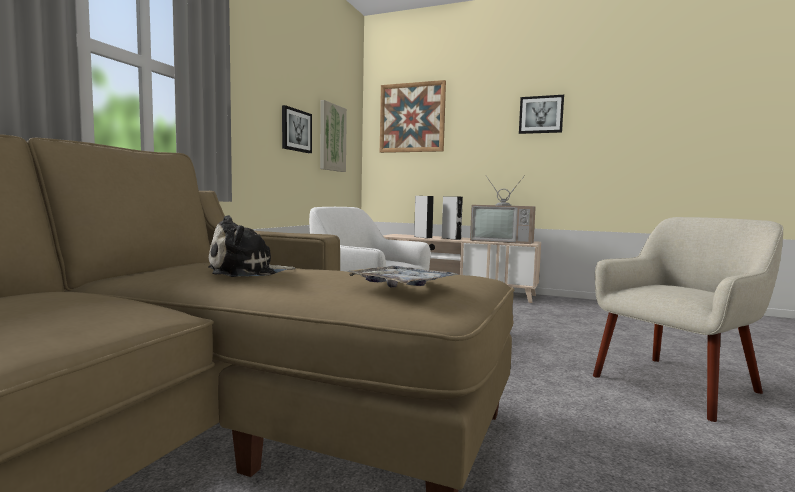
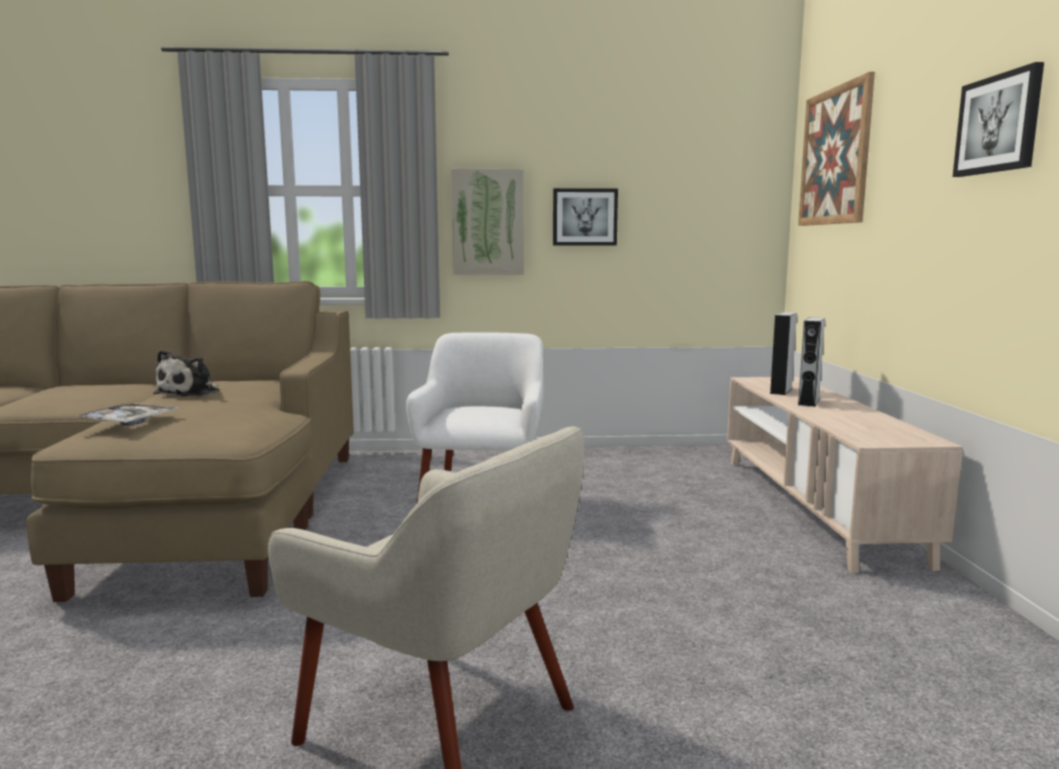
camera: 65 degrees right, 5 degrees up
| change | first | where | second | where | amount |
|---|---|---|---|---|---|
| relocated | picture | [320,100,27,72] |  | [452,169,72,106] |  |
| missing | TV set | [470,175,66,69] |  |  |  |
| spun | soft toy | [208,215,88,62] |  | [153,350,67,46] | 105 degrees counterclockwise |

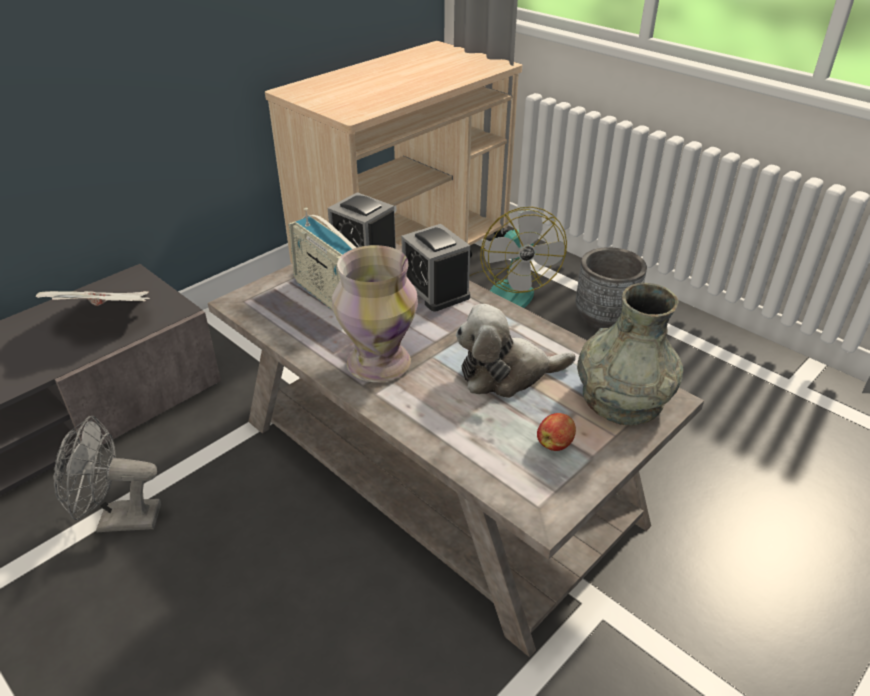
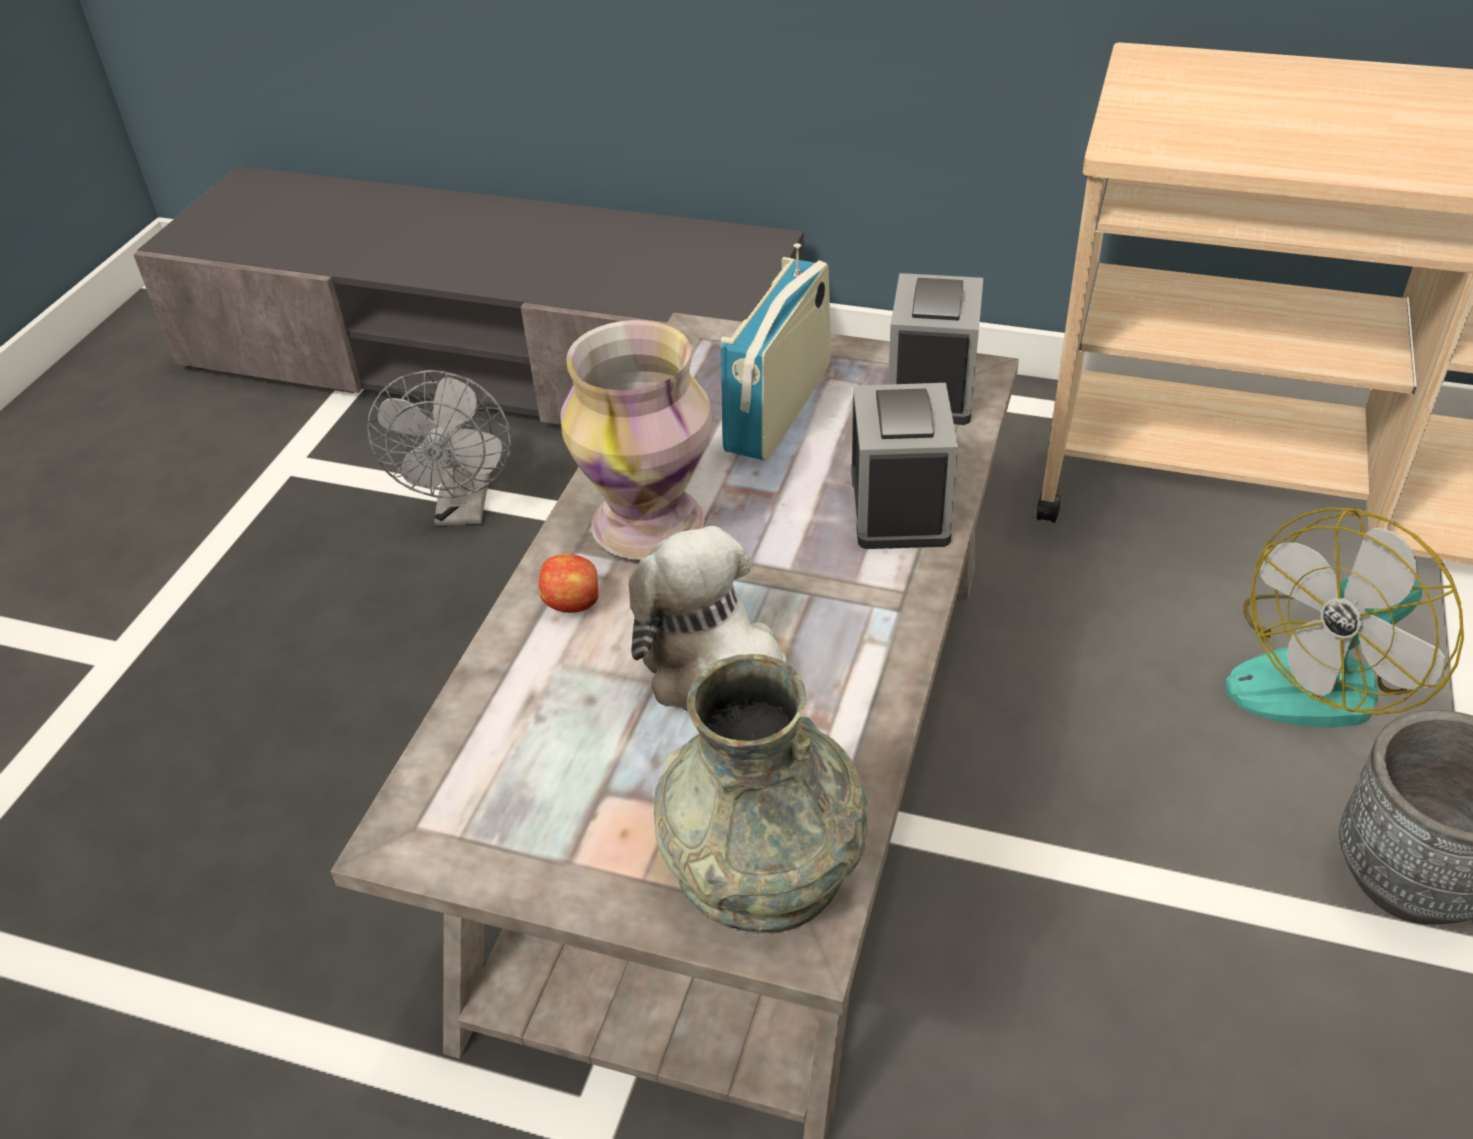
camera: 65 degrees right, 5 degrees up
| change | first | where | second | where | amount |
|---|---|---|---|---|---|
| spun | table clock | [401,224,69,87] |  | [851,383,107,166] | 150 degrees clockwise |
| missing | newspaper | [36,291,113,15] |  |  |  |
| relocated | apple | [537,413,39,38] |  | [539,554,60,59] |  |
| spun | grey cooling fan | [53,416,108,116] |  | [367,370,145,156] | 150 degrees counterclockwise |

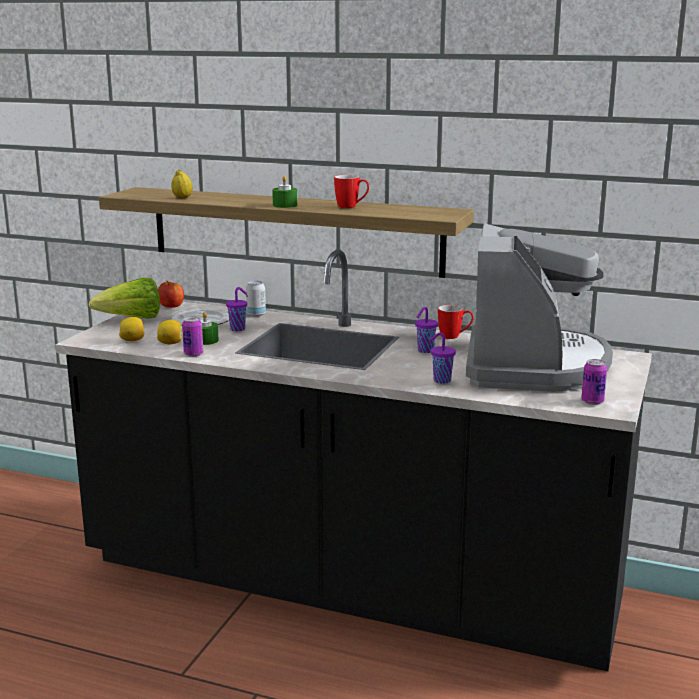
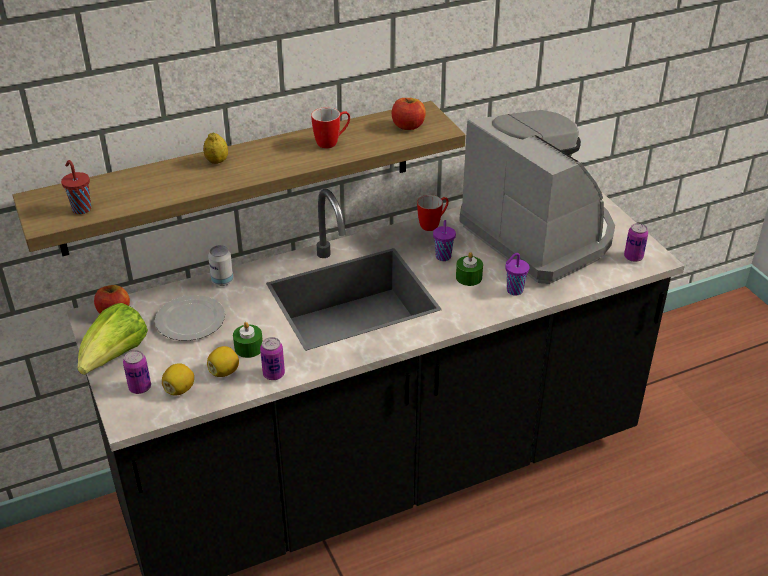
camera: 45 degrees left, 20 degrees up
| change | first | where | second | where | amount |
|---|---|---|---|---|---|
| relocated | citrus fruit | [171,170,22,29] |  | [203,133,25,31] |  |
| relocated | green-coloured wax candle | [272,176,25,32] |  | [456,252,27,34] |  |
| missing | purple cup | [226,287,21,45] |  |  |  |
| appeared |  |  | apple | [392,98,34,32] |  |
| appeared |  |  | red cup | [61,160,30,54] |  |
| appeared |  |  | sealed can | [123,350,28,44] |  |

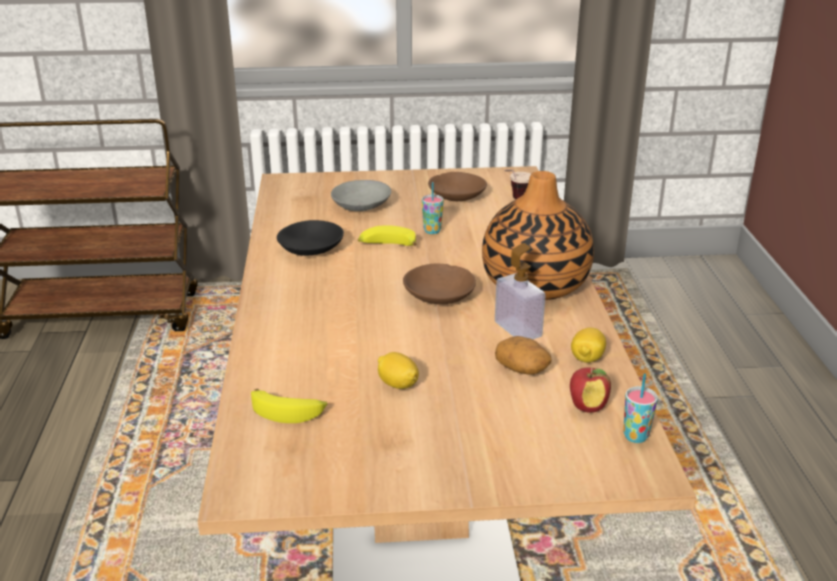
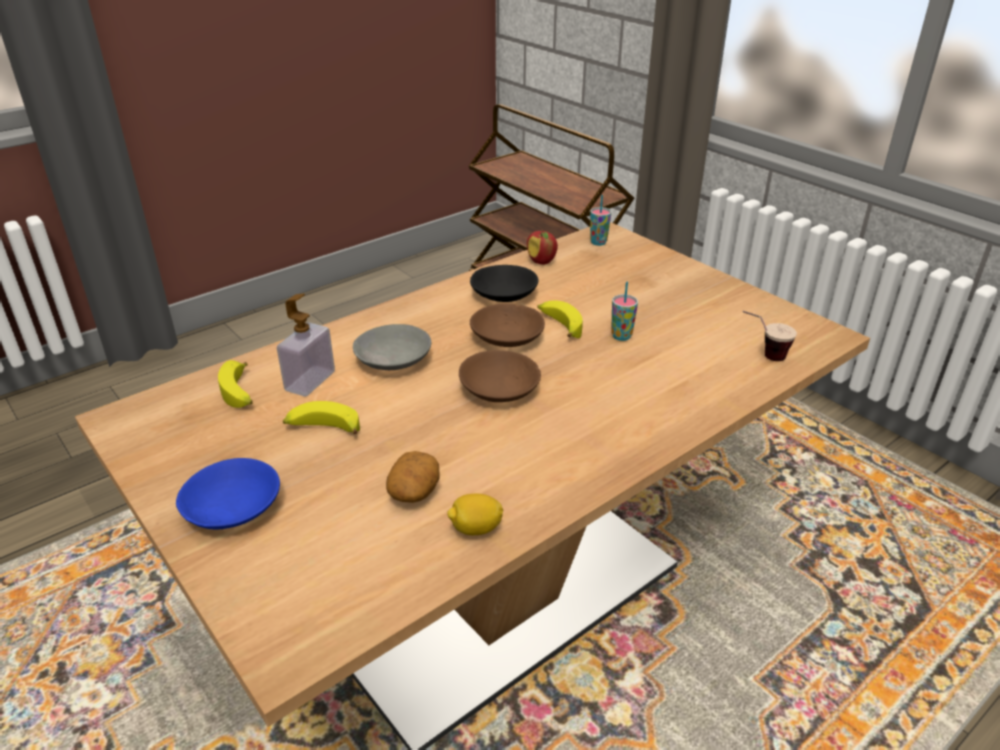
camera: 55 degrees right, 5 degrees up
| change | first | where | second | where | amount |
|---|---|---|---|---|---|
| missing | vase | [482,171,112,129] |  |  |  |
| relocated | brown deep dish | [428,172,59,29] |  | [470,303,75,44] |  |
| relocated | grey deep dish | [331,180,60,31] |  | [353,324,78,46] |  |
| relocated | soap bottle | [495,243,51,96] |  | [277,294,58,102] |  |
| exchanged | citrus fruit | [378,352,41,37] | banana | [283,401,77,33] |  |
| relocated | apple | [570,368,41,45] |  | [527,229,31,36] |  |
| relocated | cup | [623,374,35,69] |  | [590,195,21,51] |  |
| appeared |  |  | bluish deep dish | [176,458,104,71] |  |

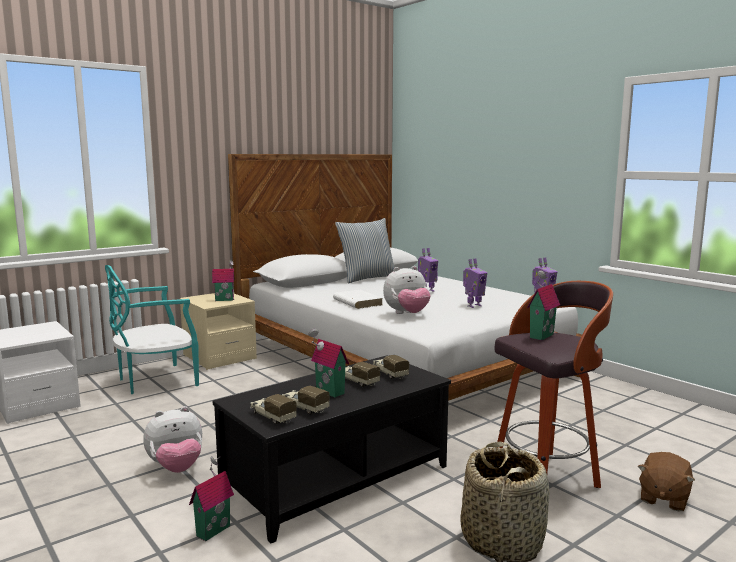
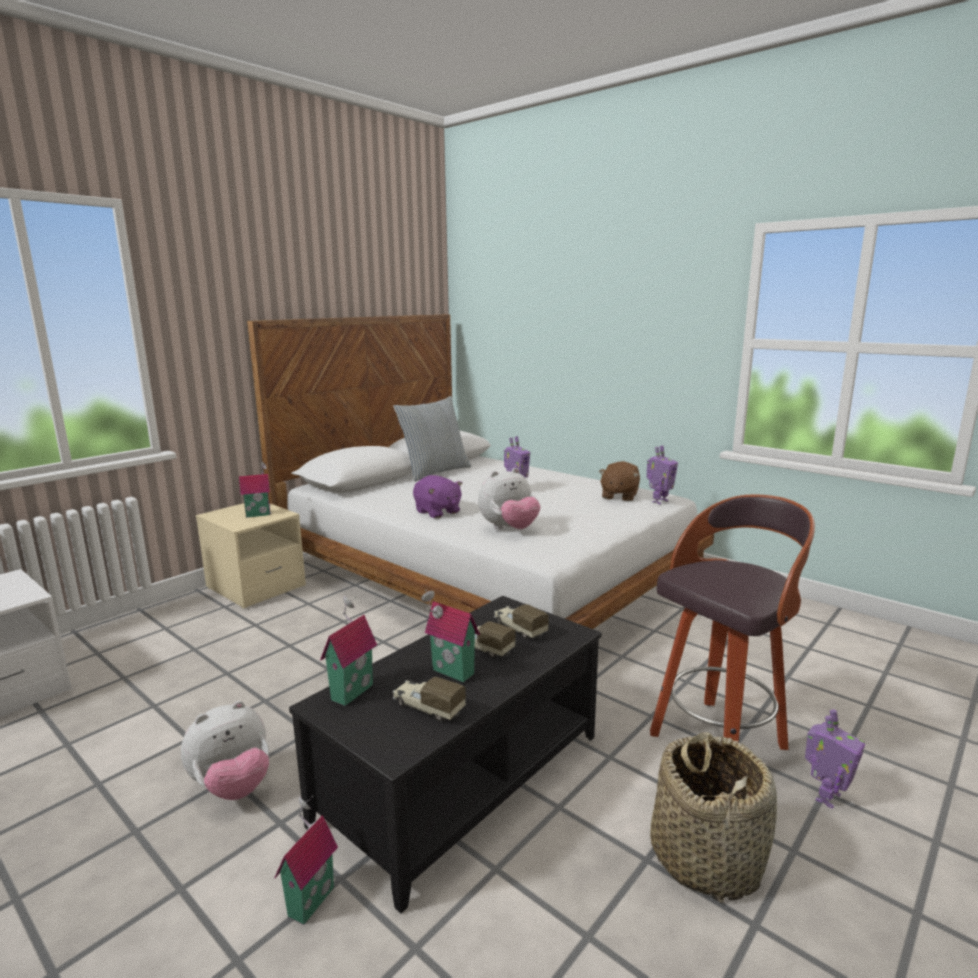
camera: 10 degrees left, 5 degrees up
| change | first | where | second | where | amount |
|---|---|---|---|---|---|
| relocated | model robot | [463,258,24,50] |  | [805,710,60,99] |  |
| missing | turquoise upright chair | [105,265,94,129] |  |  |  |
| relocated | miniature house | [527,270,33,71] |  | [320,596,57,110] |  |
| exchanged | white-coloured volume | [333,290,49,19] | purple soft toy | [413,475,49,43] |  |
| missing | model truck | [250,394,47,30] |  |  |  |
| relocated | brown soft toy | [638,452,57,60] |  | [599,461,41,40] |  |

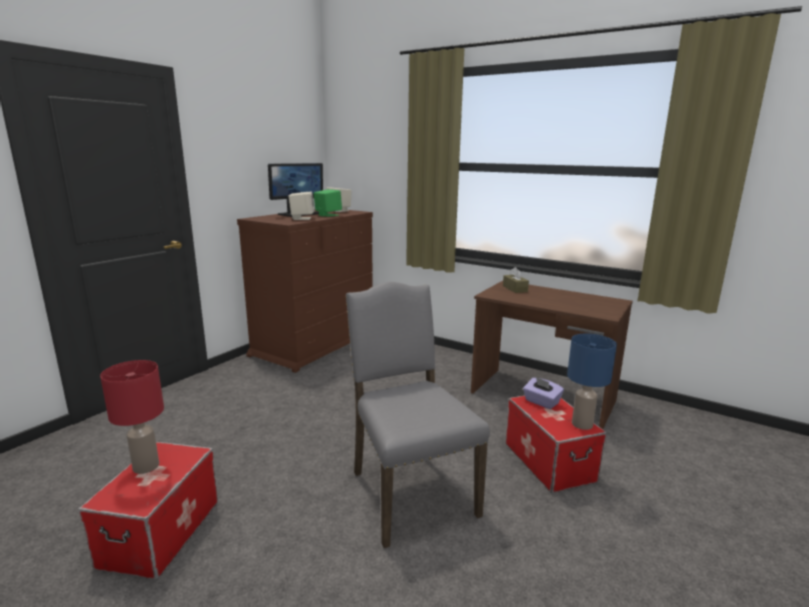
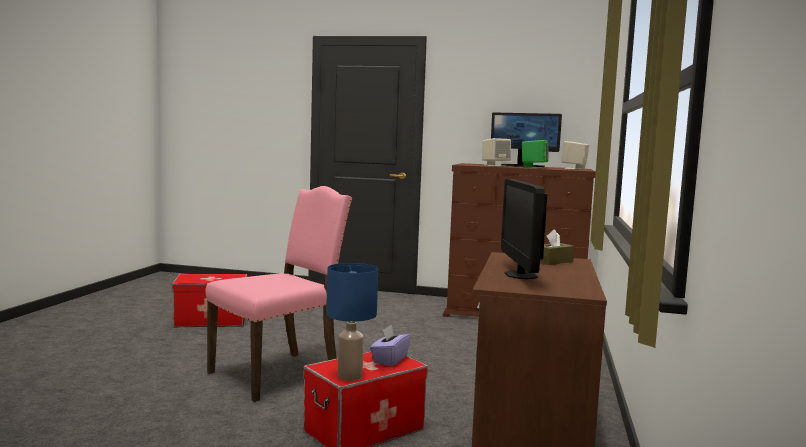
camera: 70 degrees right, 10 degrees down
| change | first | where | second | where | amount |
|---|---|---|---|---|---|
| colour | grey upright chair | [346,282,144,266] | pinkish upright chair | [205,186,147,216] |  |
| missing | red tabletop lamp | [100,360,64,114] |  |  |  |
| appeared |  |  | computer display | [501,179,46,100] |  |

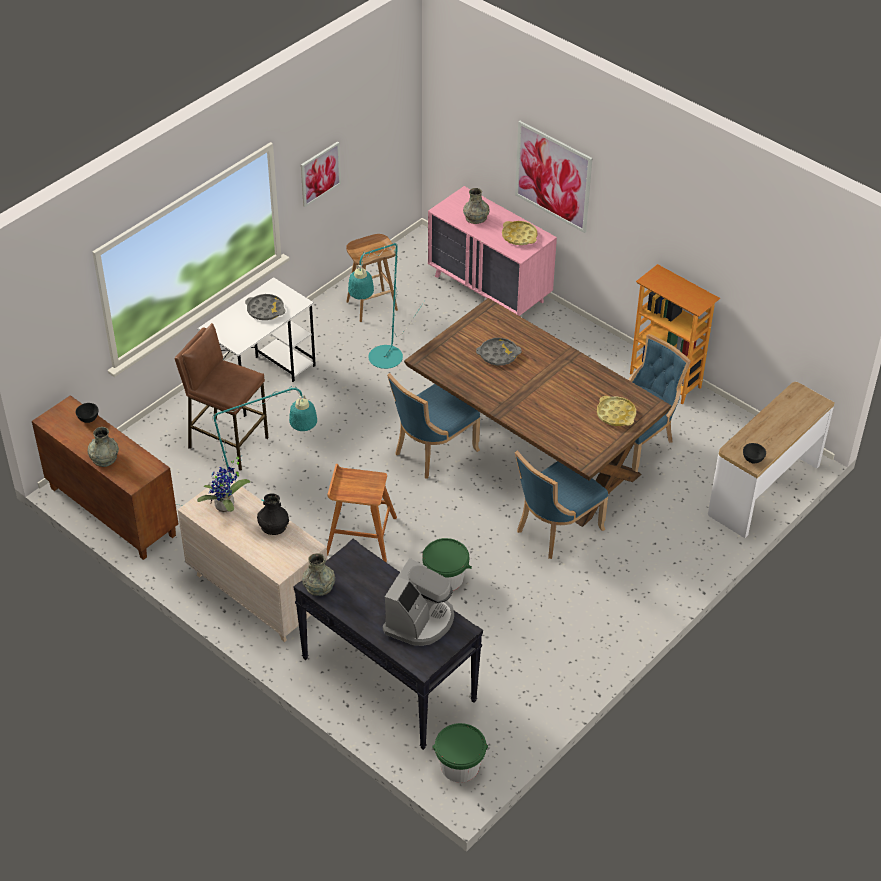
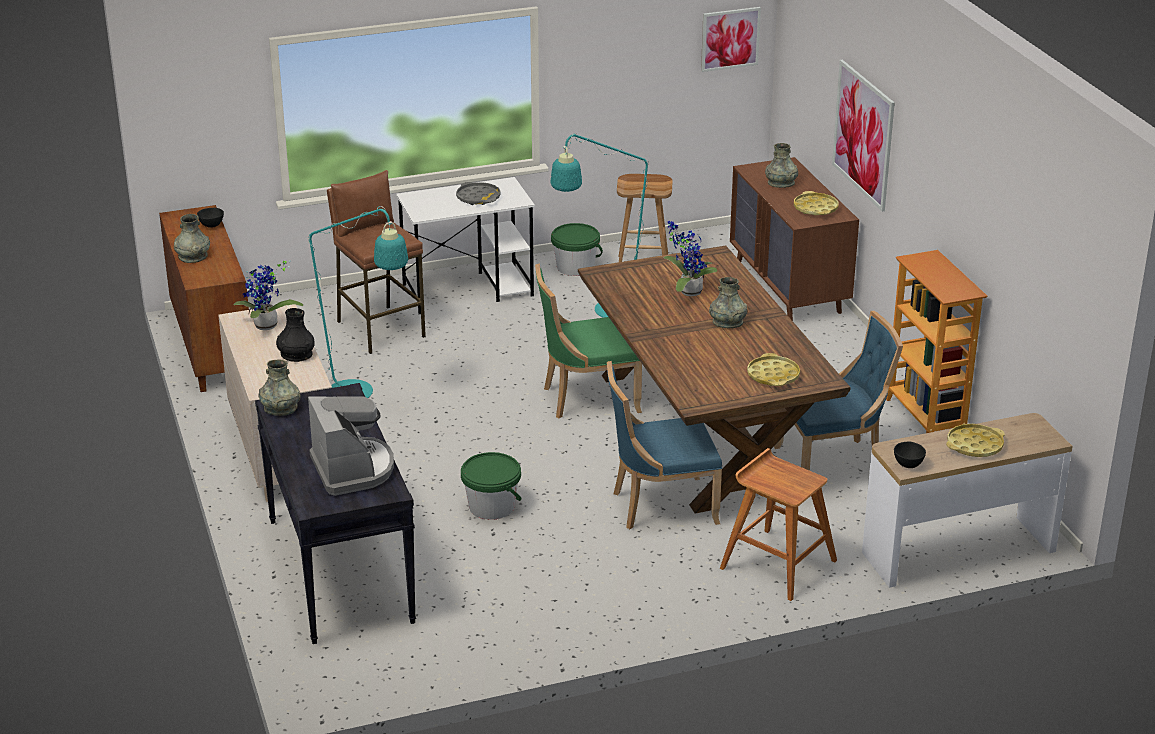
camera: 30 degrees right, 15 degrees down
| change | first | where | second | where | amount |
|---|---|---|---|---|---|
| relocated | picture | [301,141,40,66] |  | [701,7,60,65] |  |
| colour | pinkish drawer chest | [428,186,129,130] | brown drawer chest | [730,157,129,164] |  |
| exchanged | grey serving tray | [476,338,46,27] | potted plant | [663,220,54,76] |  |
| colour | bluish upright chair | [387,373,93,106] | green-coloured upright chair | [535,264,107,154] |  |
| relocated | brown stool | [327,464,70,98] |  | [720,448,117,153] |  |
| spun | coffee brewer | [383,558,71,88] |  | [308,396,86,100] | 75 degrees counterclockwise |
| relocated | green-coloured water bucket | [433,723,55,60] |  | [551,223,52,53] |  |
| appeared |  |  | grey vase | [709,277,38,51] |  |
| appeared |  |  | yellow serving tray | [946,424,59,33] |  |

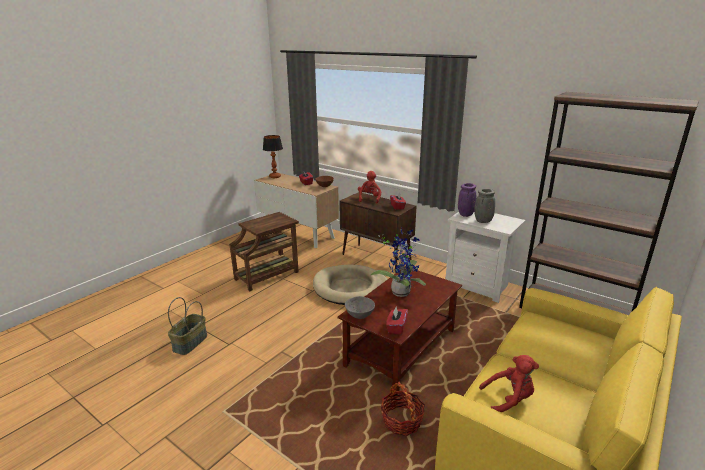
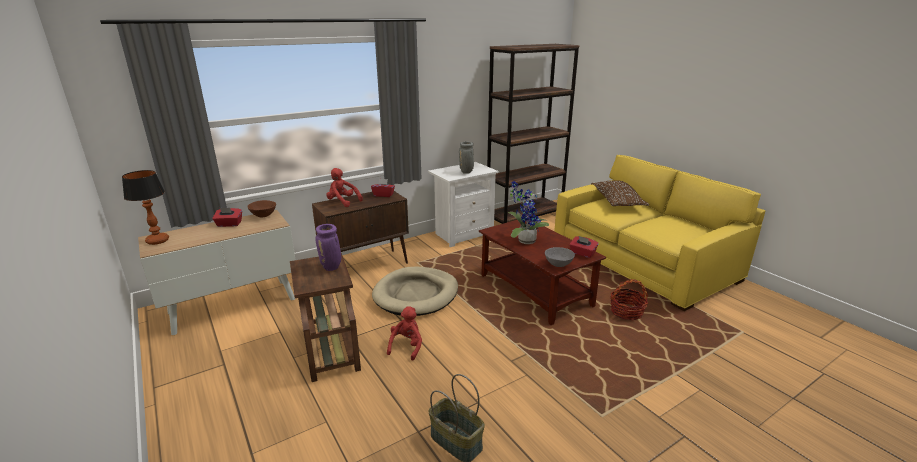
camera: 70 degrees left, 0 degrees up
| change | first | where | second | where | amount |
|---|---|---|---|---|---|
| relocated | purple vase | [458,183,18,34] |  | [315,224,26,47] |  |
| relocated | red soft toy | [479,355,60,57] |  | [387,306,35,55] |  |
| appeared |  |  | brown cushion | [591,180,58,26] |  |

